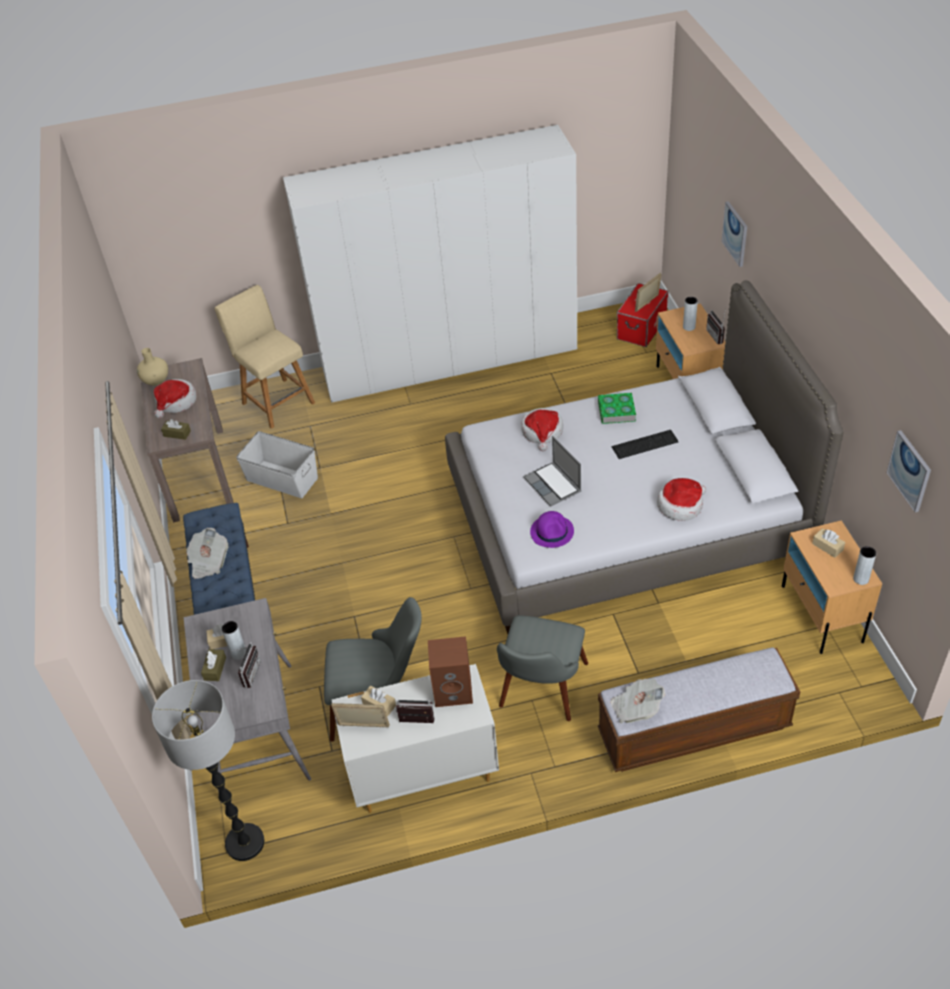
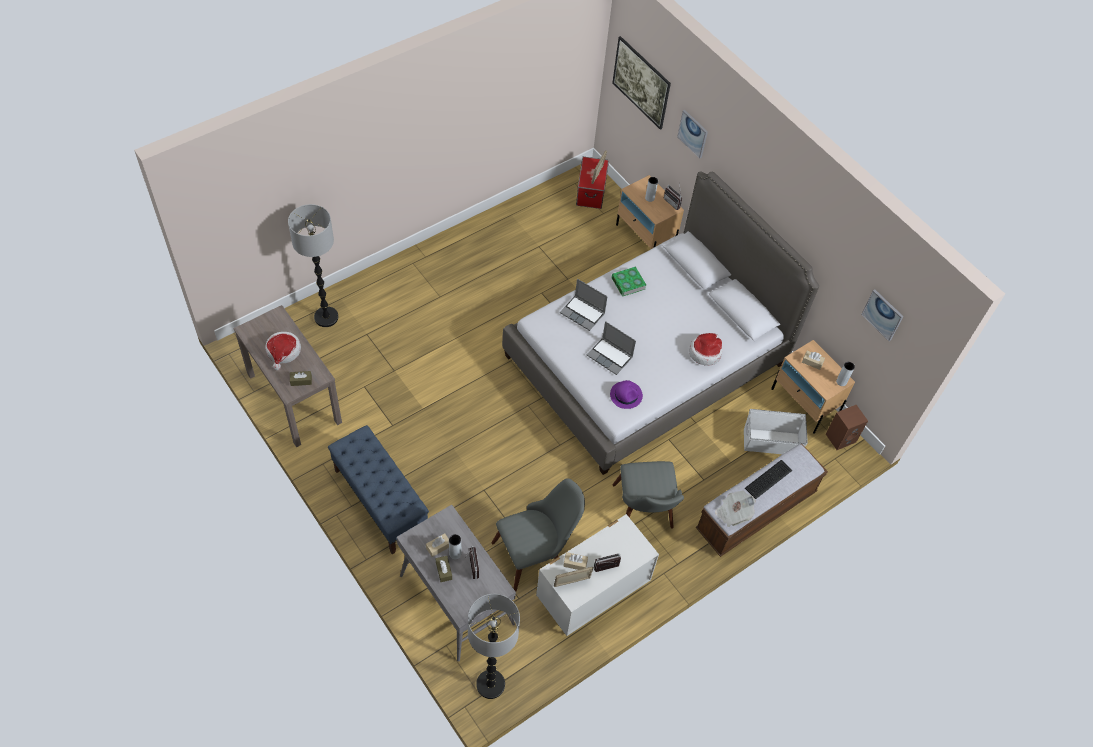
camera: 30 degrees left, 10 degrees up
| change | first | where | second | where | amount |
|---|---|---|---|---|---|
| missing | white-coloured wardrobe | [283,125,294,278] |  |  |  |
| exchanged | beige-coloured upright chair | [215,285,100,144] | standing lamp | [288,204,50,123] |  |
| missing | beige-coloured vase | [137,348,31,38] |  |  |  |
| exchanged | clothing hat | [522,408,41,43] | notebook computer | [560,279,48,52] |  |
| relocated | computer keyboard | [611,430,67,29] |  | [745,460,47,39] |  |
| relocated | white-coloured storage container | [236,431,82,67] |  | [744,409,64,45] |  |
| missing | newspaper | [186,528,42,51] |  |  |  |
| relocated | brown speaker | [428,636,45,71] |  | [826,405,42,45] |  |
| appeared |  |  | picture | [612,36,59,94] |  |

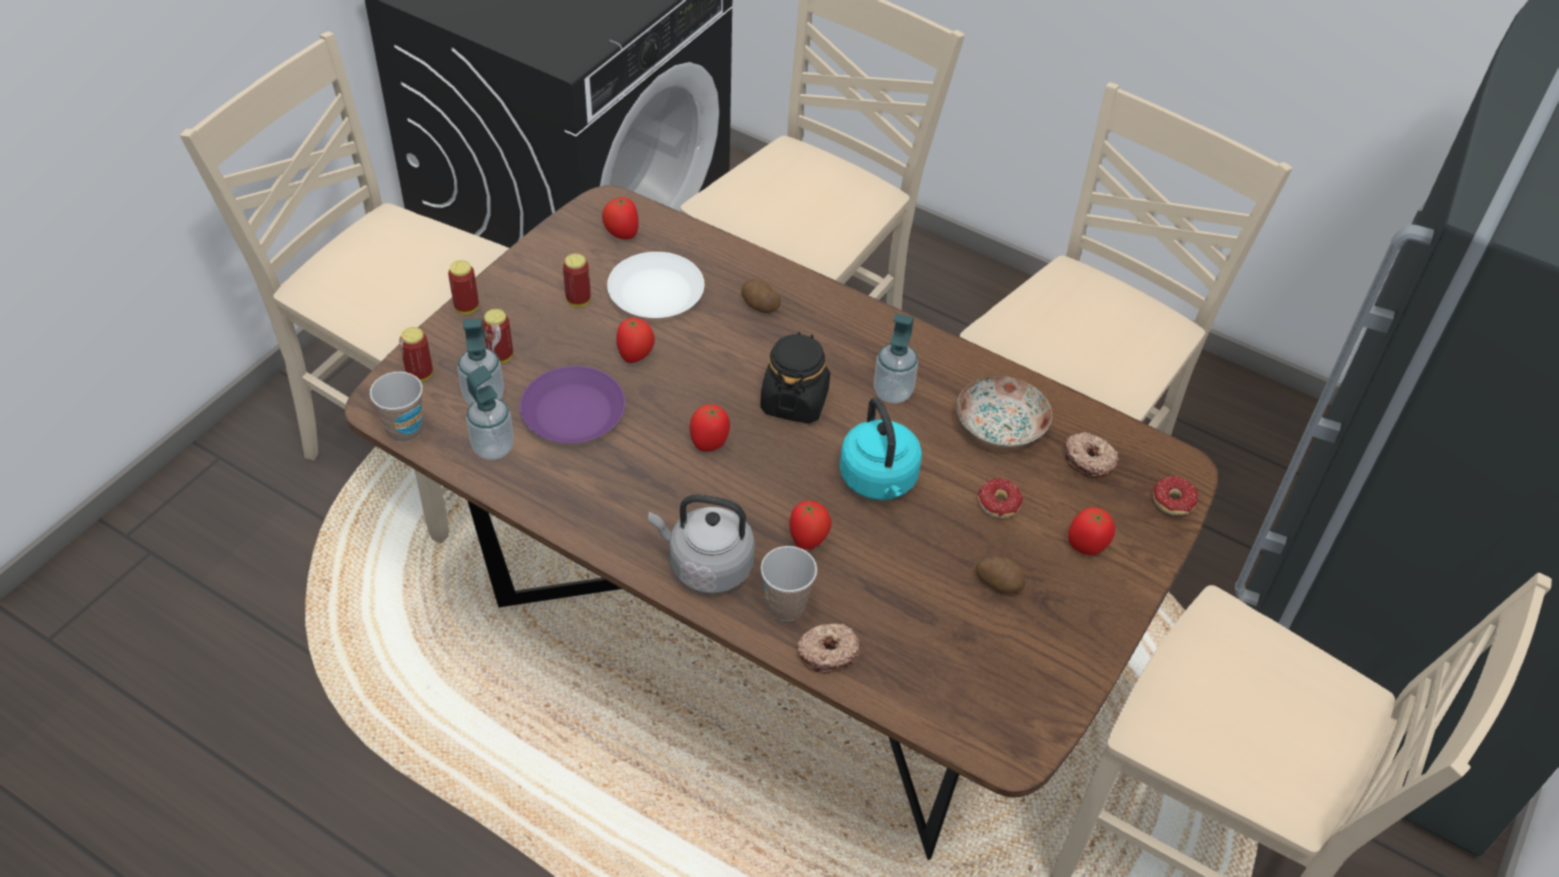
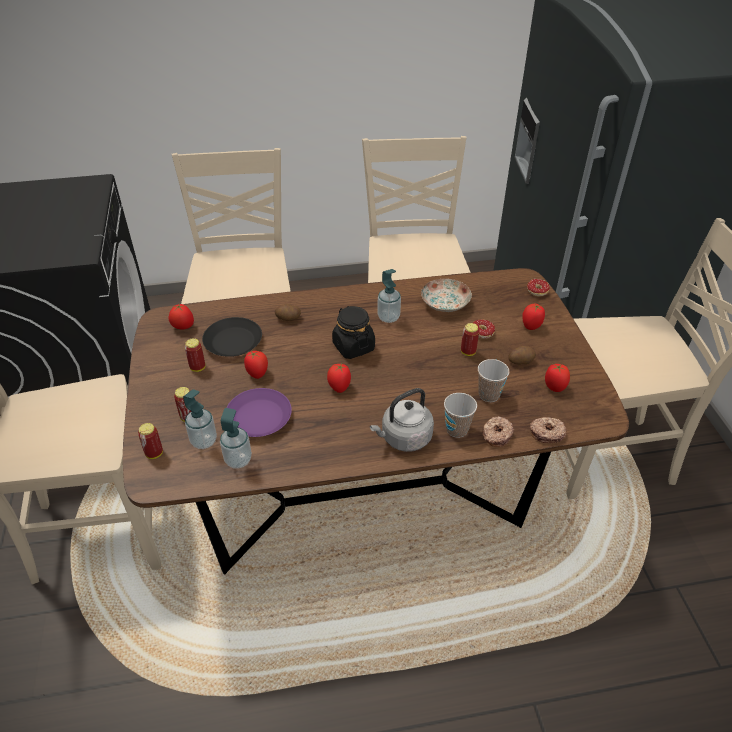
camera: 40 degrees left, 5 degrees down
| change | first | where | second | where | amount |
|---|---|---|---|---|---|
| colour | white-coloured flat dish | [607,252,97,66] | black flat dish | [202,317,60,40] |  |
| relocated | sealed can | [448,260,31,54] |  | [461,323,18,33] |  |
| relocated | cup | [370,372,53,70] |  | [478,359,31,43] |  |
| missing | turquoise water kettle | [839,397,83,103] |  |  |  |
| relocated | doughnut | [1064,432,56,46] |  | [530,417,37,26] |  |
| relocated | whole tomato | [790,500,42,50] |  | [545,364,25,28] |  |

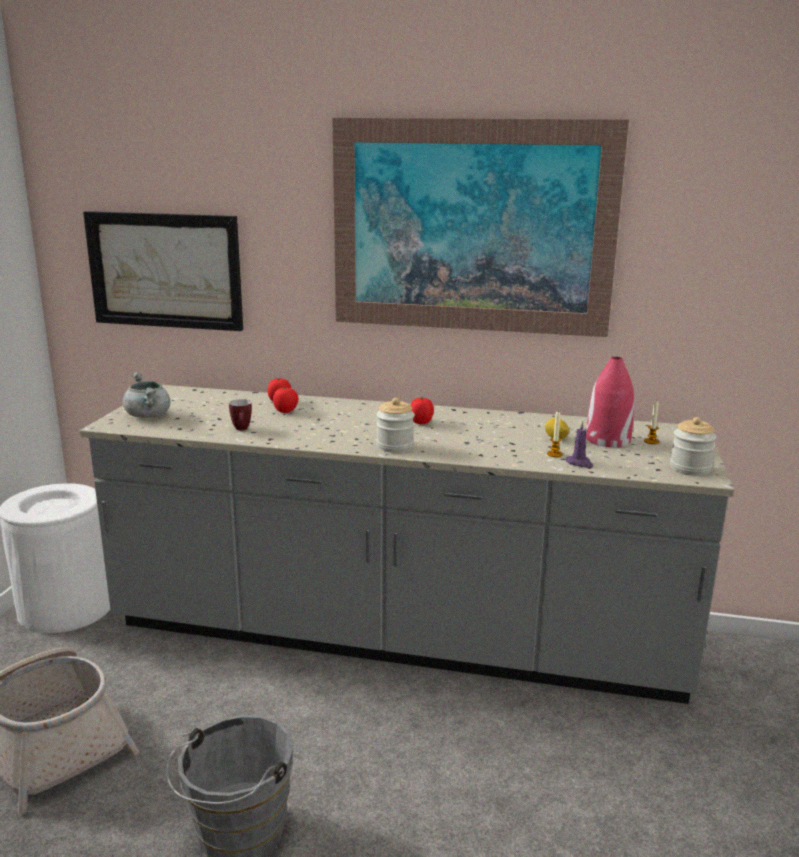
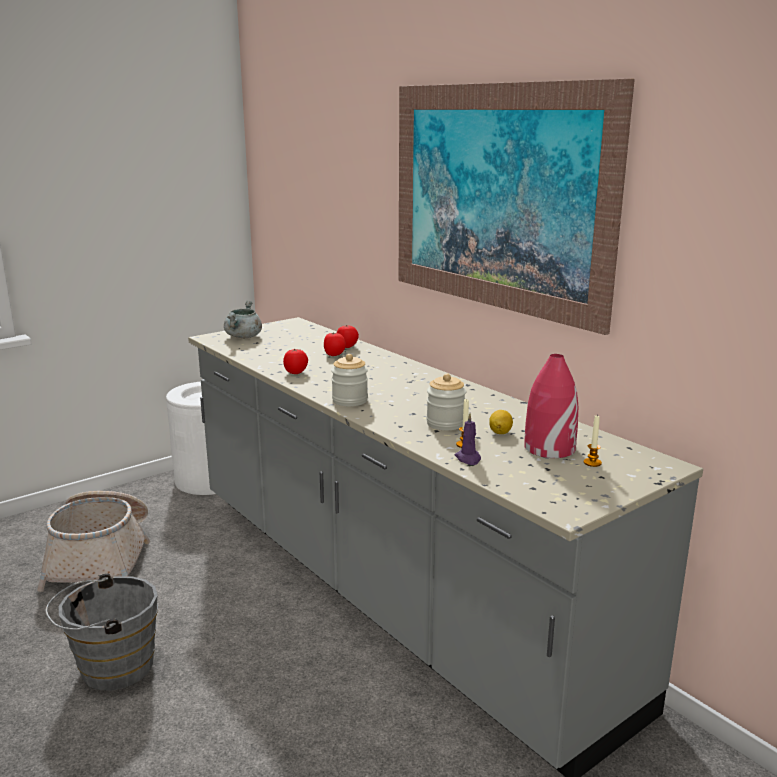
camera: 40 degrees right, 0 degrees up
| change | first | where | second | where | amount |
|---|---|---|---|---|---|
| missing | picture | [83,211,160,120] |  |  |  |
| relocated | whole tomato | [410,398,24,26] |  | [283,349,25,25] |  |
| missing | tea mug | [229,399,23,31] |  |  |  |
| relocated | jar | [670,417,46,58] |  | [426,374,40,56] |  |

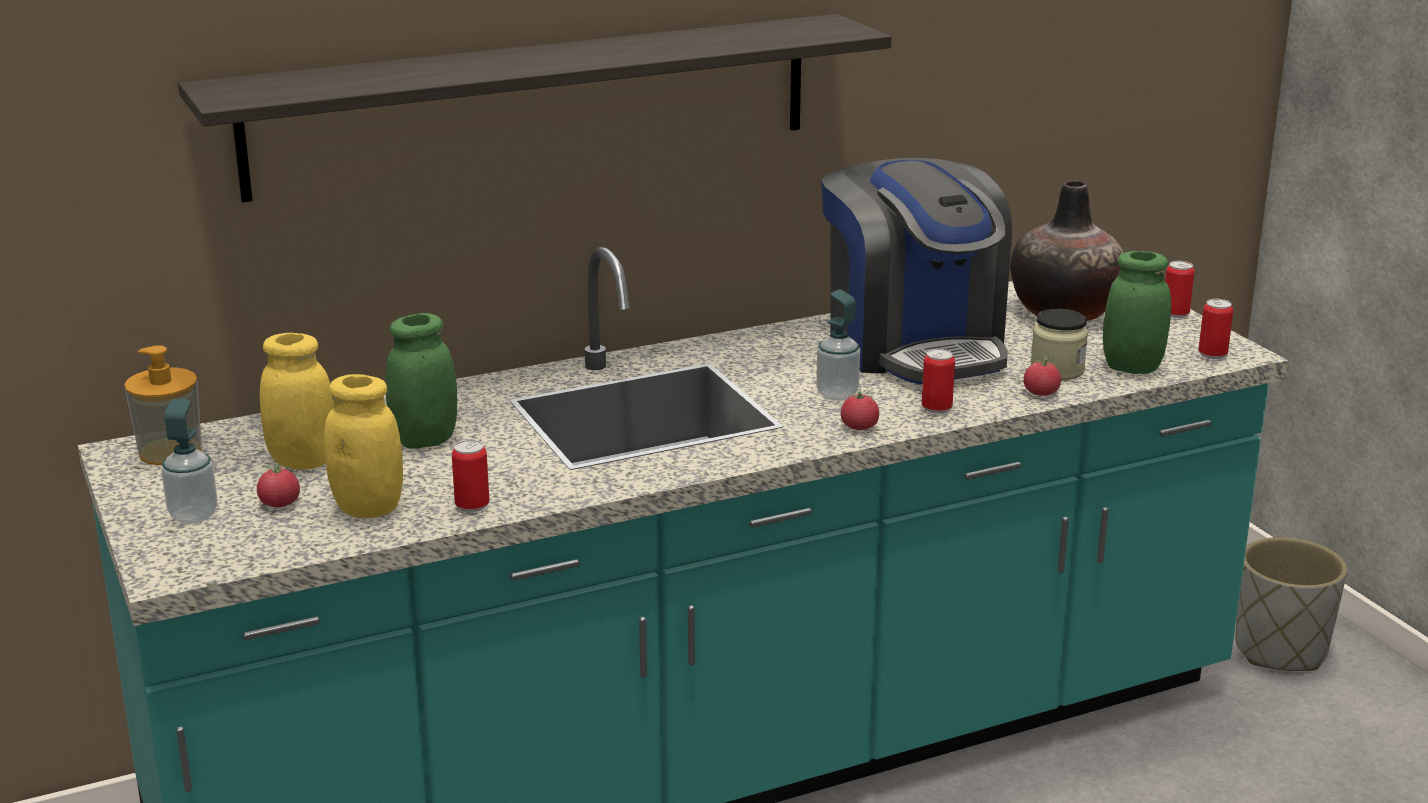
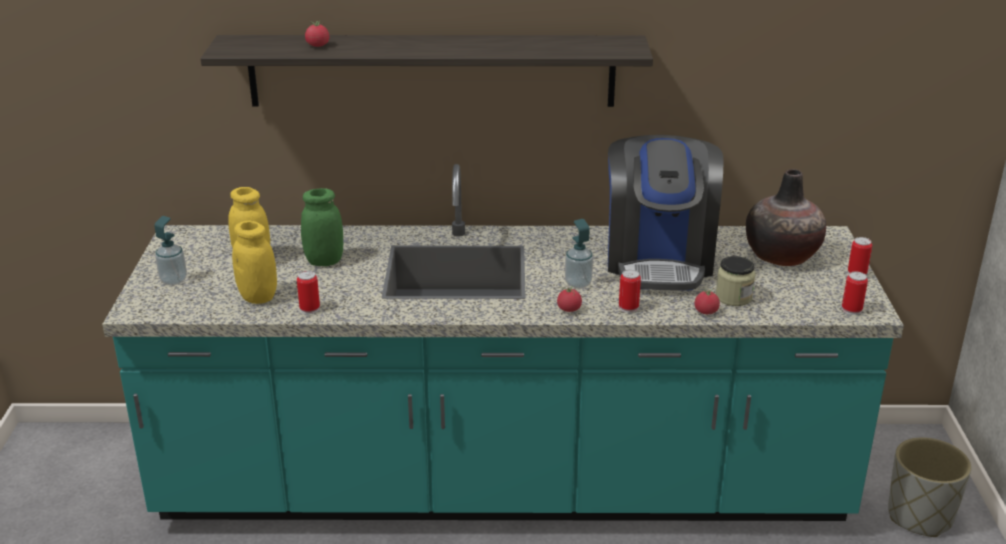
camera: 25 degrees right, 5 degrees up
| change | first | where | second | where | amount |
|---|---|---|---|---|---|
| missing | green-coloured jar | [1103,251,68,123] |  |  |  |
| missing | soap bottle | [124,345,78,120] |  |  |  |
| relocated | whole tomato | [257,460,43,47] |  | [305,20,24,27] |  |

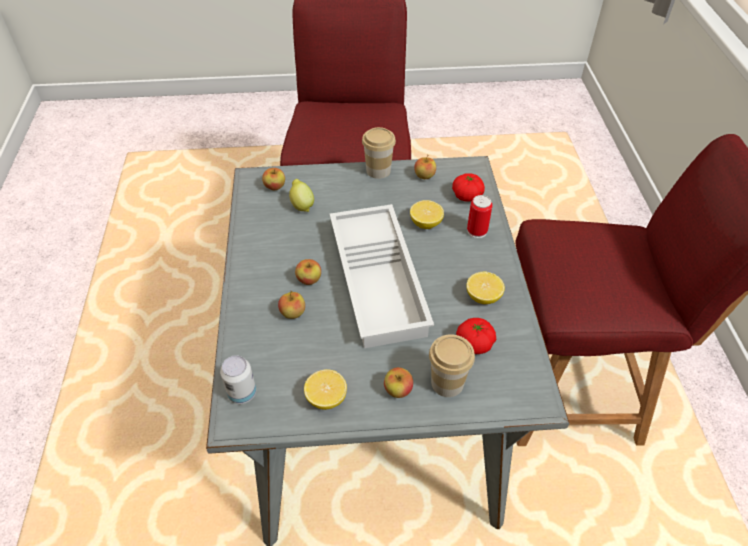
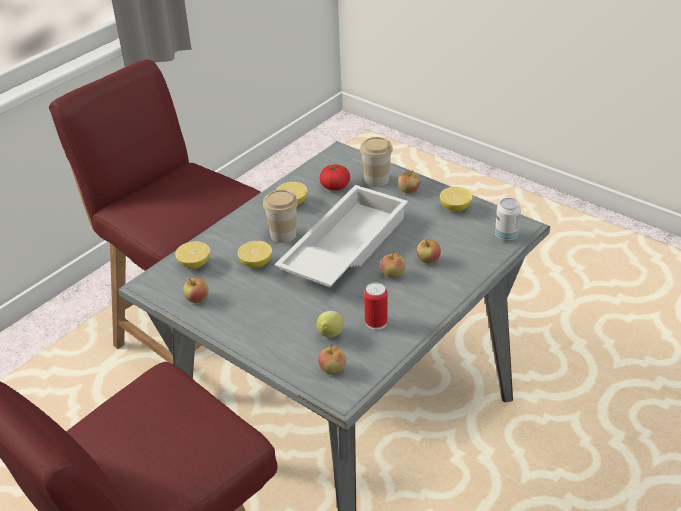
camera: 135 degrees left, 10 degrees down
| change | first | where | second | where | amount |
|---|---|---|---|---|---|
| relocated | cup | [362,127,34,52] |  | [263,190,35,53] |  |
| exchanged | whole tomato | [452,173,33,29] | citrus fruit | [175,241,35,28] |  |
| relocated | sealed can | [467,195,25,43] |  | [364,283,24,47] |  |

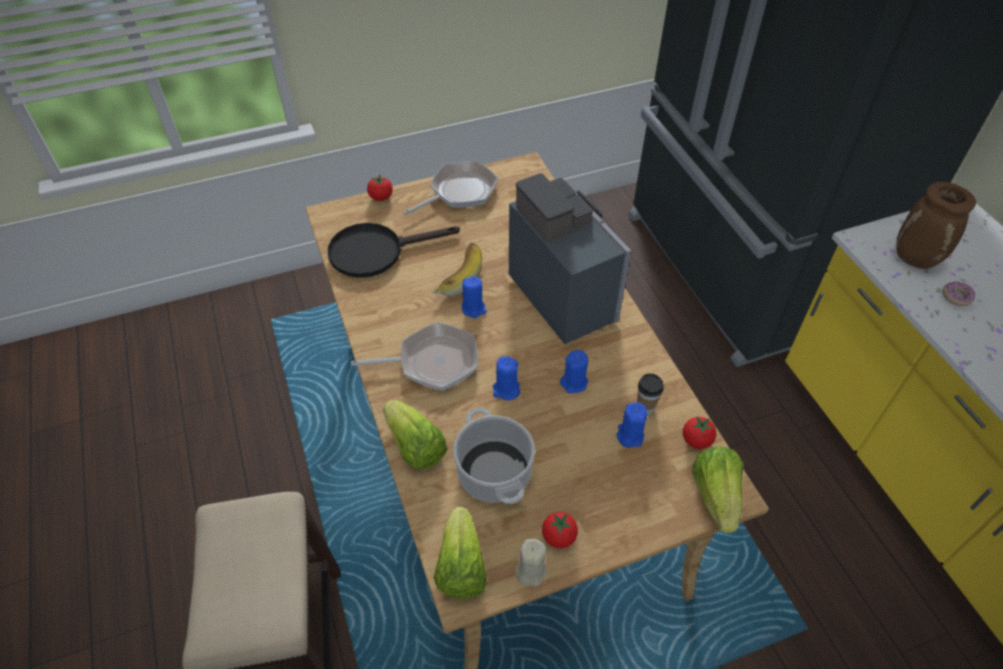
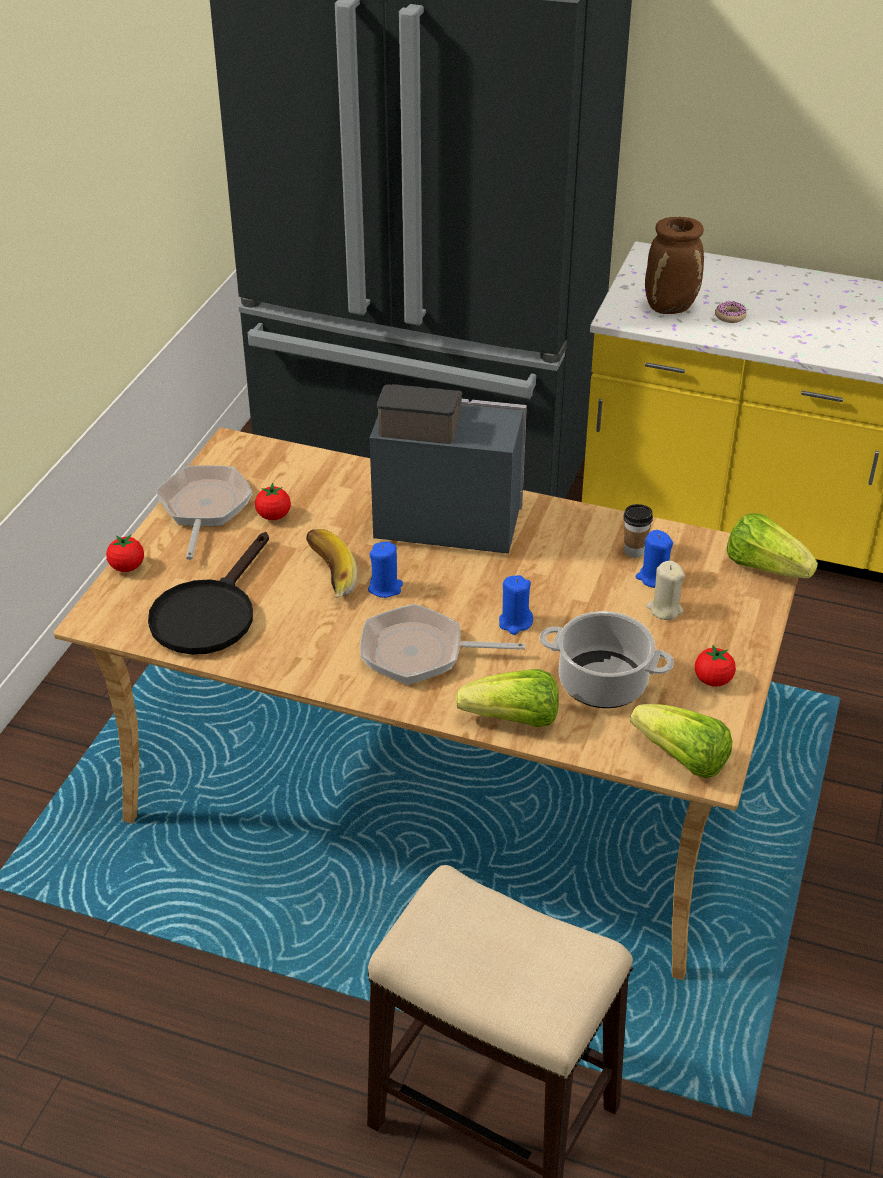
camera: 50 degrees left, 10 degrees down
| change | first | where | second | where | amount |
|---|---|---|---|---|---|
| spun | pan | [351,322,127,69] |  | [360,604,165,81] | 120 degrees counterclockwise |
| missing | bluish wax candle | [560,350,28,43] |  |  |  |
| relocated | whole tomato | [683,416,33,33] |  | [255,483,36,37] |  |
| relocated | beige-coloured wax candle | [515,539,32,47] |  | [646,561,39,59] |  |

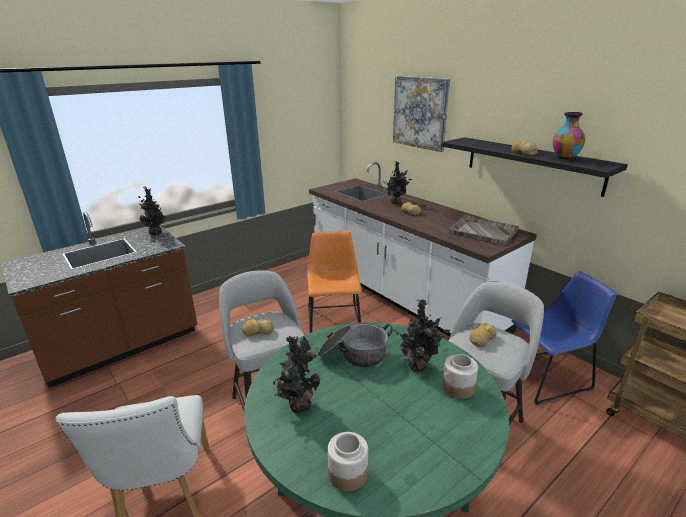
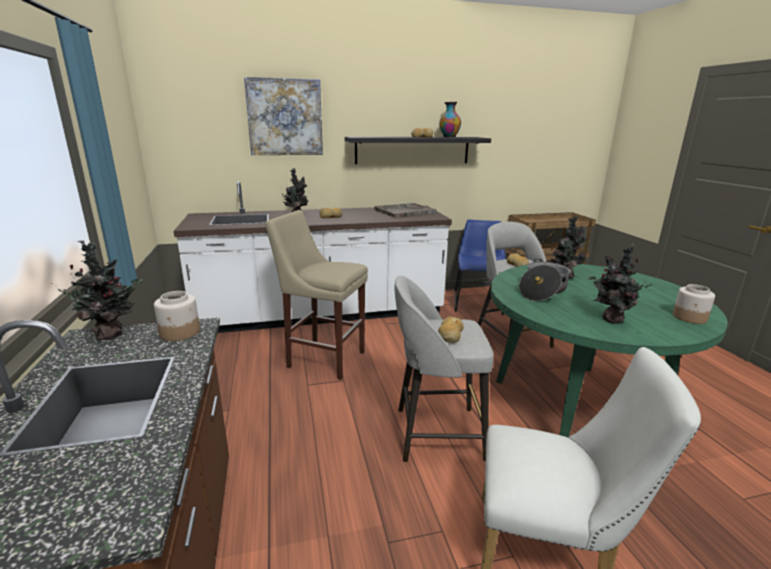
camera: 65 degrees left, 5 degrees down
| change | first | where | second | where | amount |
|---|---|---|---|---|---|
| exchanged | orangey upright chair | [307,231,55,102] | beige-coloured stool | [265,210,103,170] |  |
| relocated | jar | [442,354,36,45] |  | [154,291,46,50] |  |

